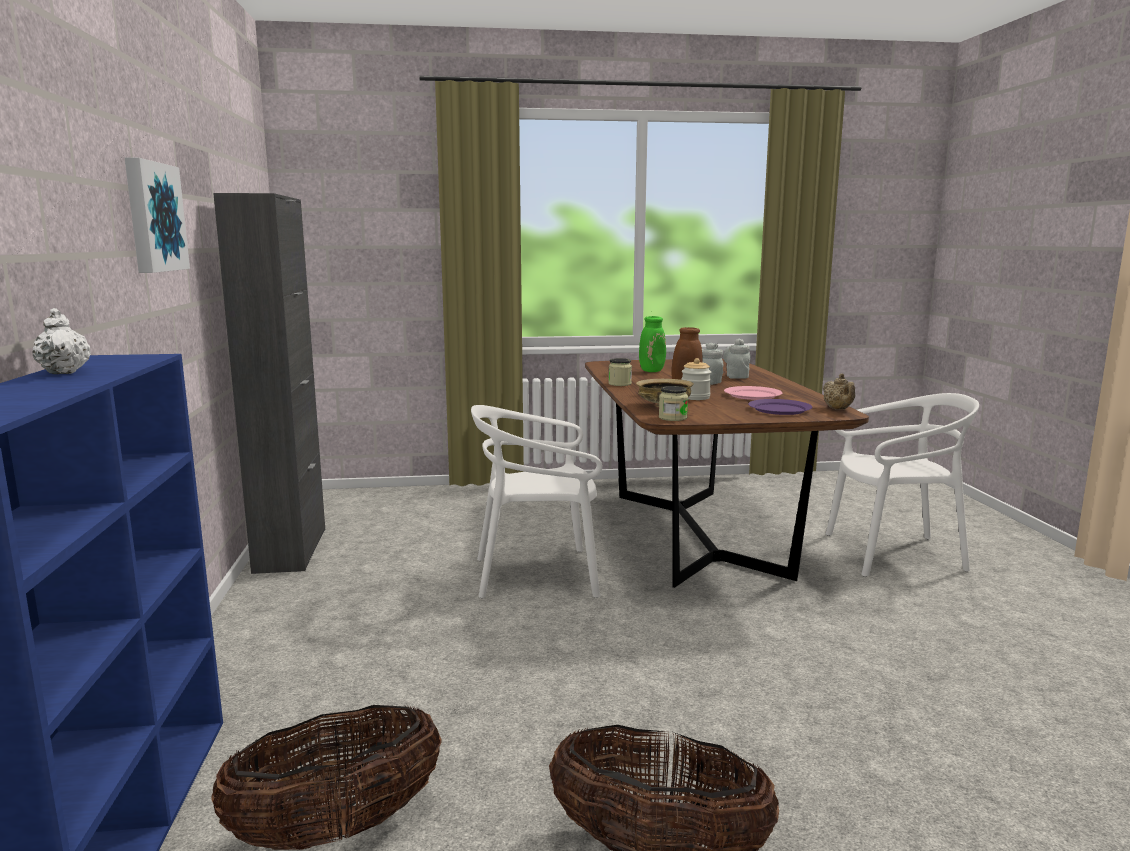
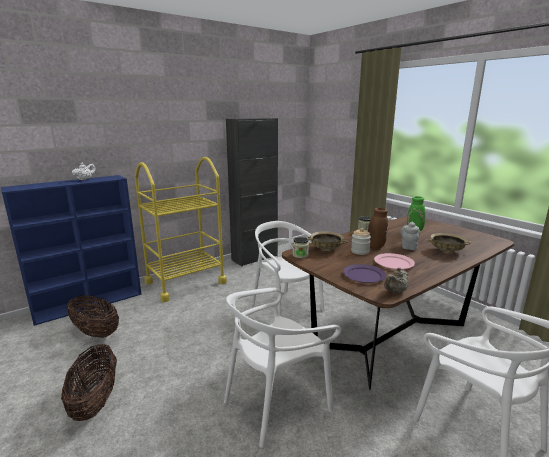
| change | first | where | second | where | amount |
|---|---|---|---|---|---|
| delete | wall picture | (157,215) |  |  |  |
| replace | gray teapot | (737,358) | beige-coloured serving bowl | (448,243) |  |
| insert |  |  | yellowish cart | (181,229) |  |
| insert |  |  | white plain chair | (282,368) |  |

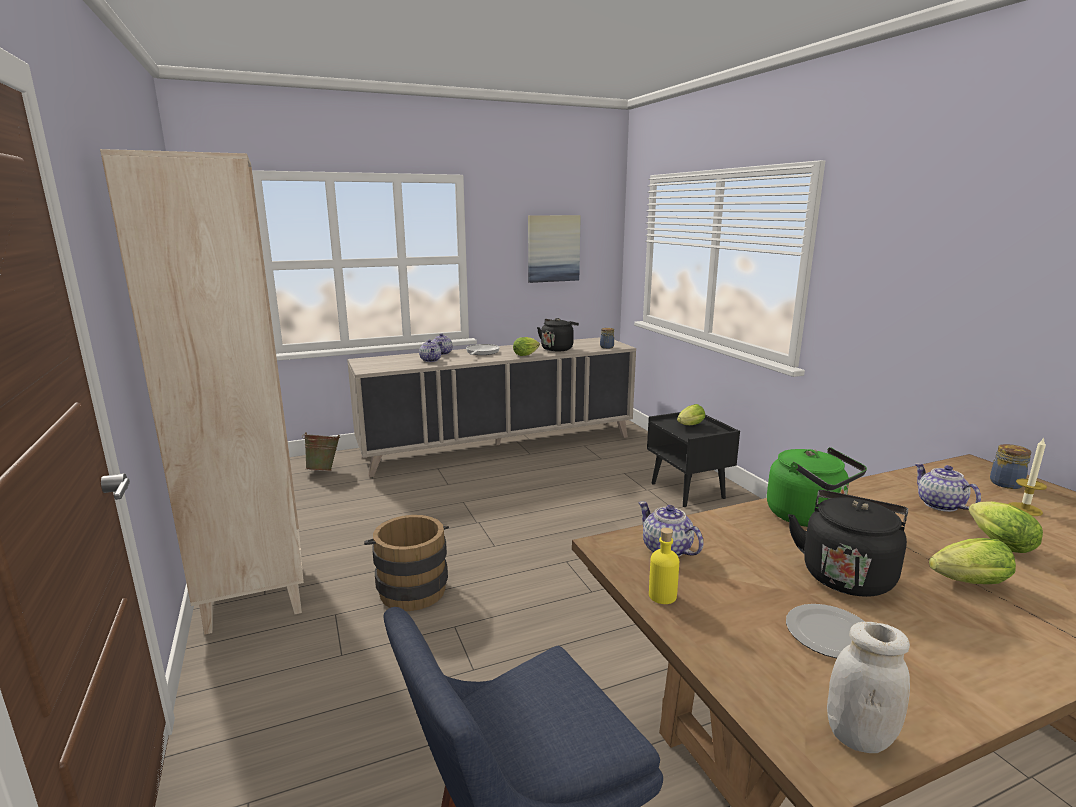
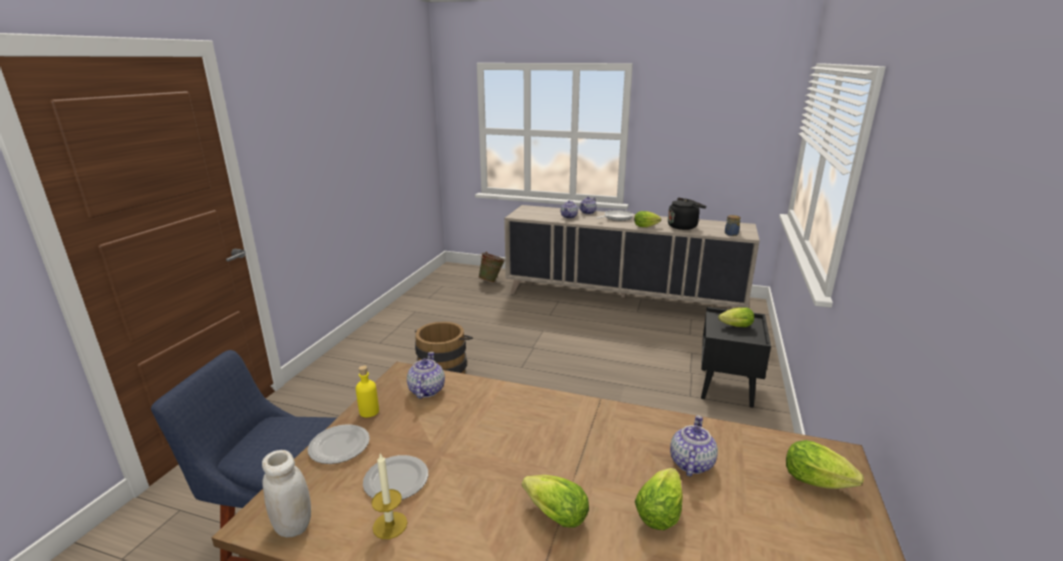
| change | first | where | second | where | amount |
|---|---|---|---|---|---|
| delete | beige-coloured shelving unit | (202,392) |  |  |  |
| delete | wall picture | (554,249) |  |  |  |
| move | candle | (1027,476) |  | (389,495) |  |
| replace | preserve jar | (1010,466) | lettuce head | (825,464) |  |
| delete | greenish tea kettle | (817,487) |  |  |  |
| delete | black-coloured tea kettle | (848,543) |  |  |  |
| insert |  |  | flat dish | (339,444) |  |

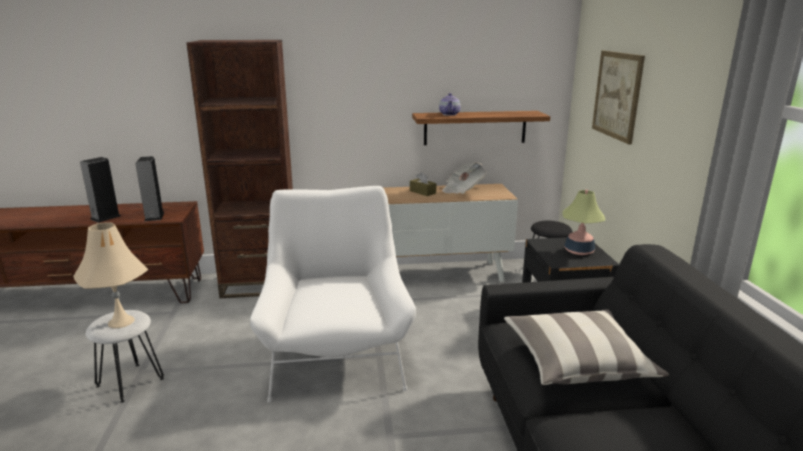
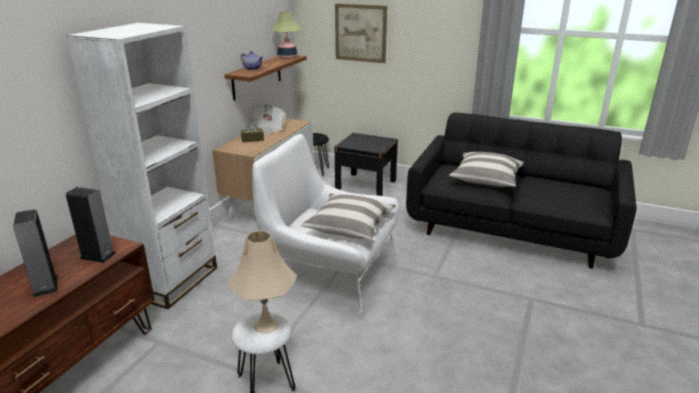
| change | first | where | second | where | amount |
|---|---|---|---|---|---|
| recolor | brownish shelving unit | (239,169) | white shelving unit | (142,166) |  |
| move | lamp for a table | (584,222) |  | (286,34) |  |
| insert |  |  | throw pillow | (348,217) |  |

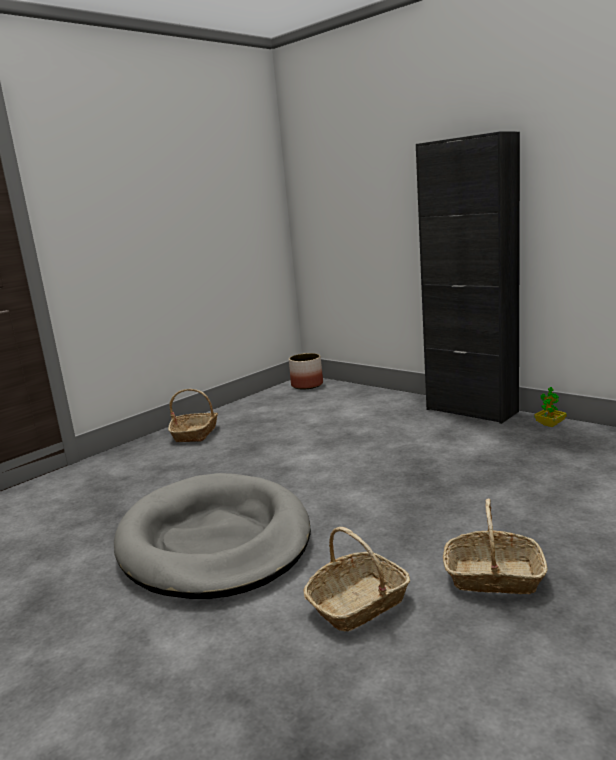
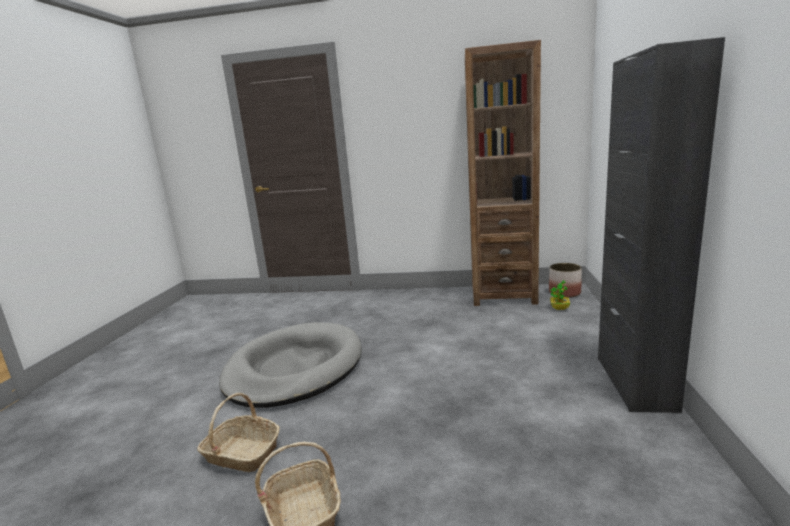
| change | first | where | second | where | amount |
|---|---|---|---|---|---|
| move | plant in a pot | (550,407) |  | (560,295) |  |
| delete | basket | (193,415) |  |  |  |
| insert |  |  | brownish shelving unit | (503,173) |  |

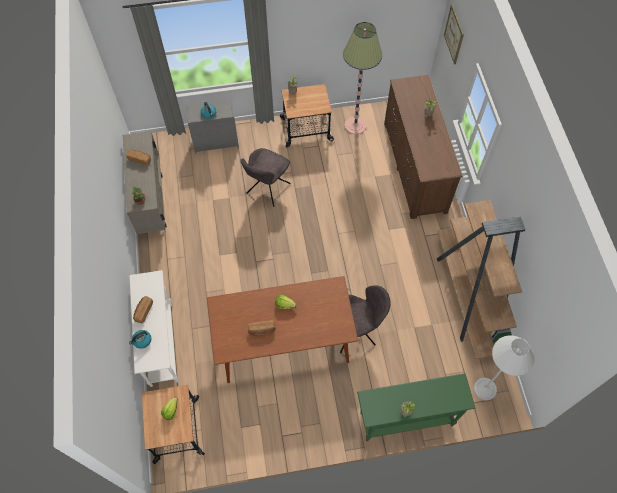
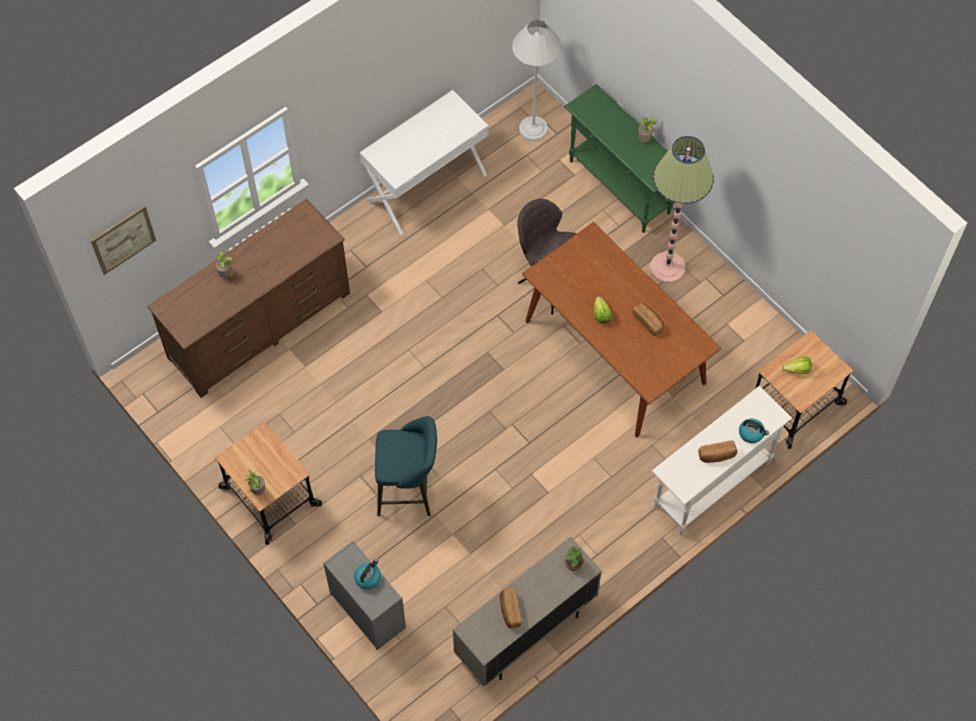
| change | first | where | second | where | amount |
|---|---|---|---|---|---|
| move | floor lamp | (362,78) |  | (682,209) |  |
| replace | gray plain chair | (266,177) | turquoise-coloured stool seat | (406,466) |  |
| replace | brownish shelving unit | (481,279) | white desk | (424,163) |  |

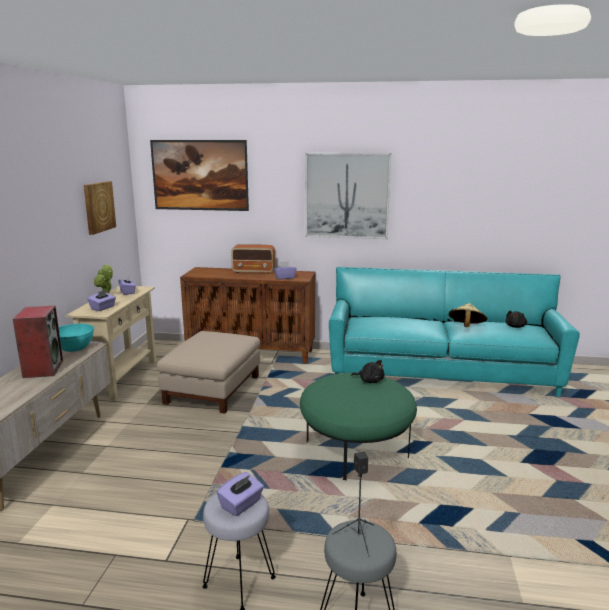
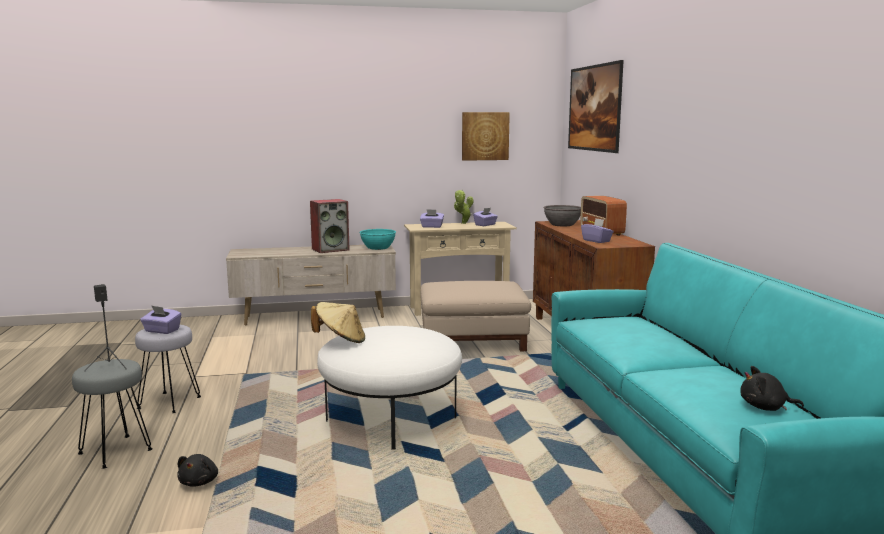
| change | first | where | second | where | amount |
|---|---|---|---|---|---|
| delete | wall picture | (348,196) |  |  |  |
| move | beige-coloured clothing hat | (468,315) |  | (338,322) |  |
| move | black-coloured plush toy | (367,371) |  | (197,470) |  |
| recolor | greenish ottoman | (358,426) | white ottoman | (389,388) |  |
| insert |  |  | gray serving bowl | (562,215) |  |

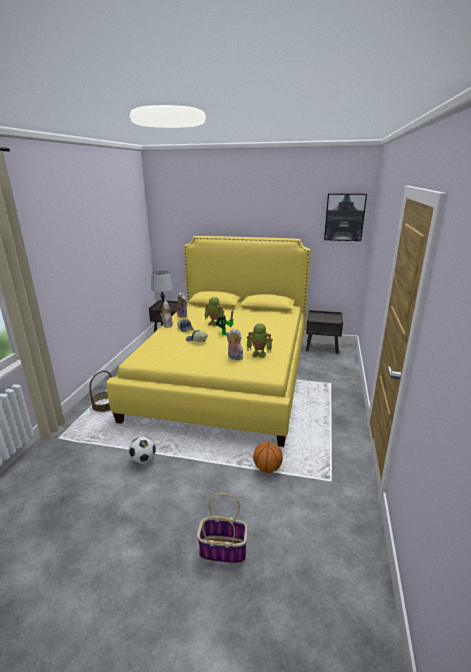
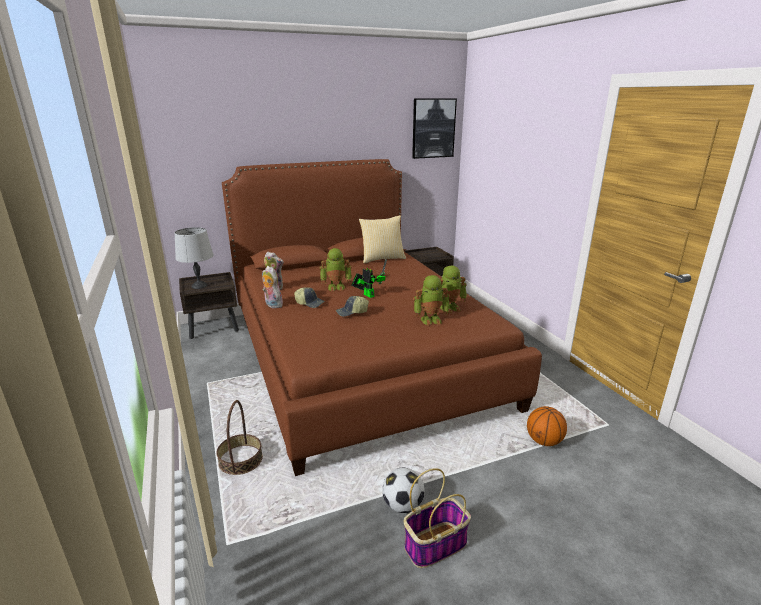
| change | first | where | second | where | amount |
|---|---|---|---|---|---|
| recolor | yellowish sleeping bed | (208,341) | brownish sleeping bed | (382,317) |  |
| replace | plush toy | (234,344) | toy robot | (431,300) |  |
| move | basket | (222,528) |  | (437,518) |  |
| insert |  |  | throw pillow | (382,239) |  |

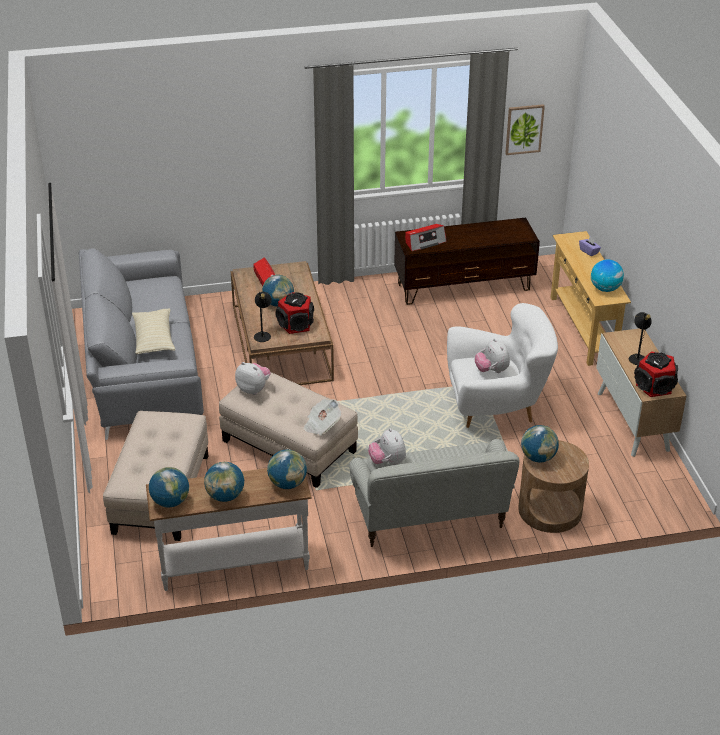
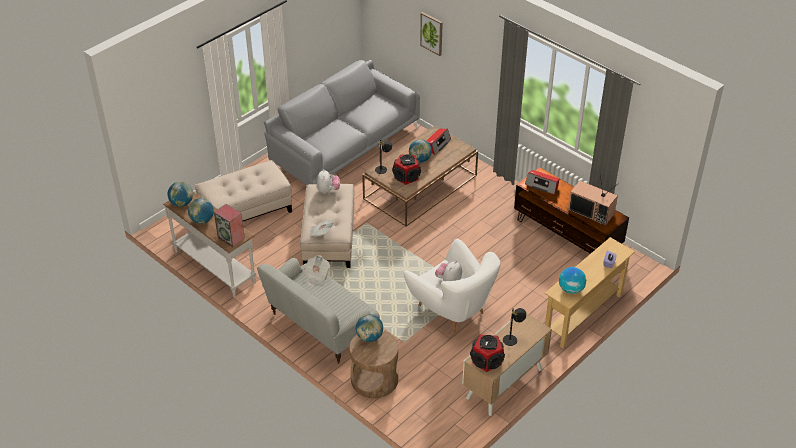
| change | first | where | second | where | amount |
|---|---|---|---|---|---|
| move | wall picture | (525,129) |  | (431,34) |  |
| delete | beige-coloured throw pillow | (153,331) |  |  |  |
| replace | plush toy | (387,446) | daily paper | (317,270) |  |
| replace | desk globe | (287,469) | speaker | (229,225) |  |
| insert |  |  | television | (593,200) |  |

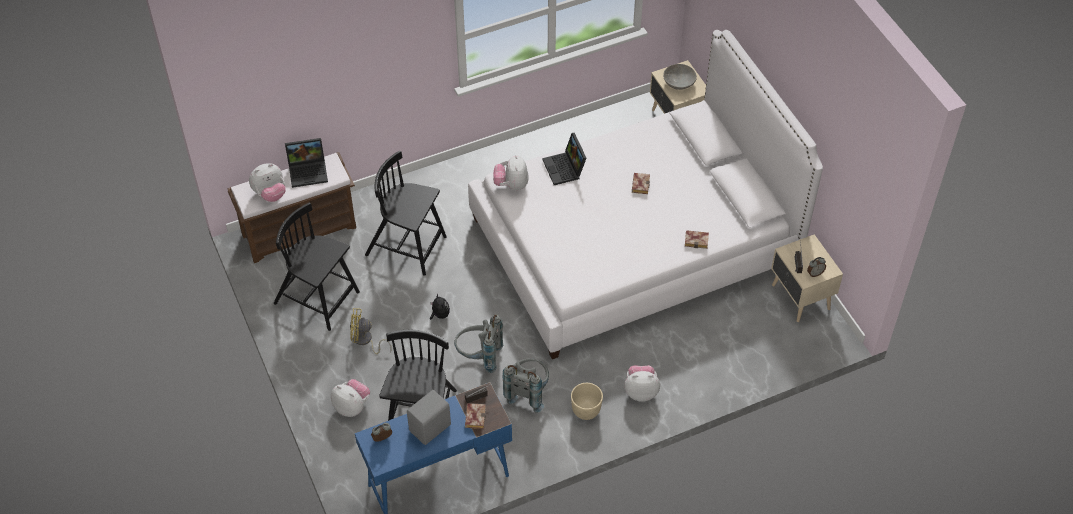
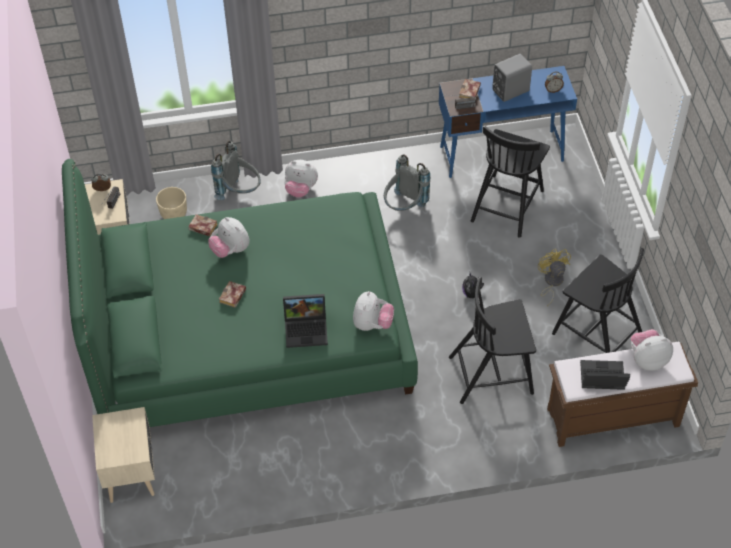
| change | first | where | second | where | amount |
|---|---|---|---|---|---|
| recolor | white sleeping bed | (645,194) | greenish sleeping bed | (240,293) |  |
| delete | gray serving bowl | (680,77) |  |  |  |
| rotate | laptop | (564,159) |  | (305,321) | 90 degrees clockwise |
| rotate | black-coloured plain chair | (406,213) |  | (492,340) | 135 degrees clockwise |
| rotate | yellowish fan | (371,331) |  | (554,277) | 120 degrees counterclockwise |
| move | gray knapsack | (478,343) |  | (236,170) |  |
| move | plush toy | (350,398) |  | (229,237) |  |
| move | beige-coloured flower pot | (587,401) |  | (171,203) |  |

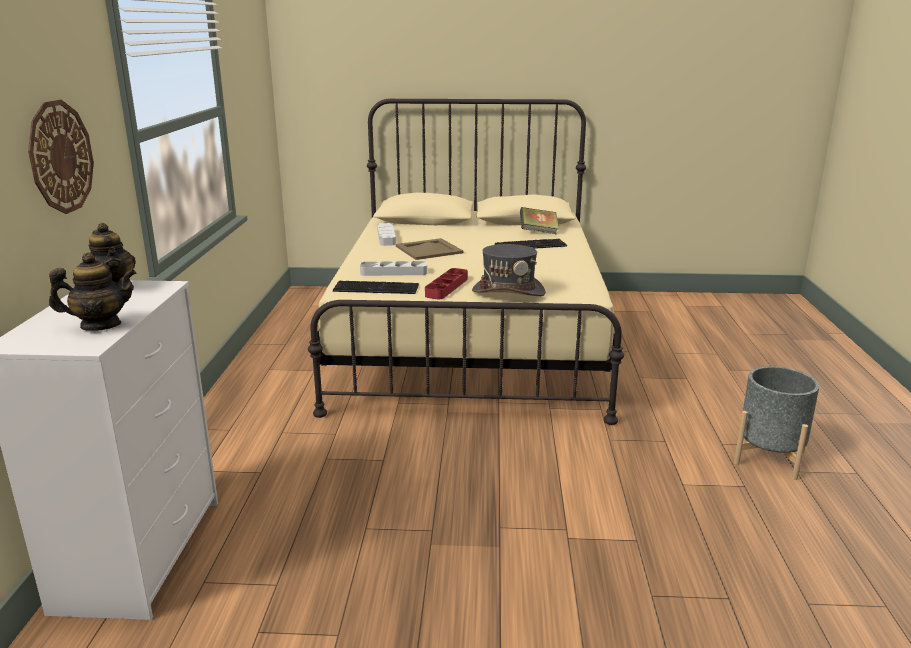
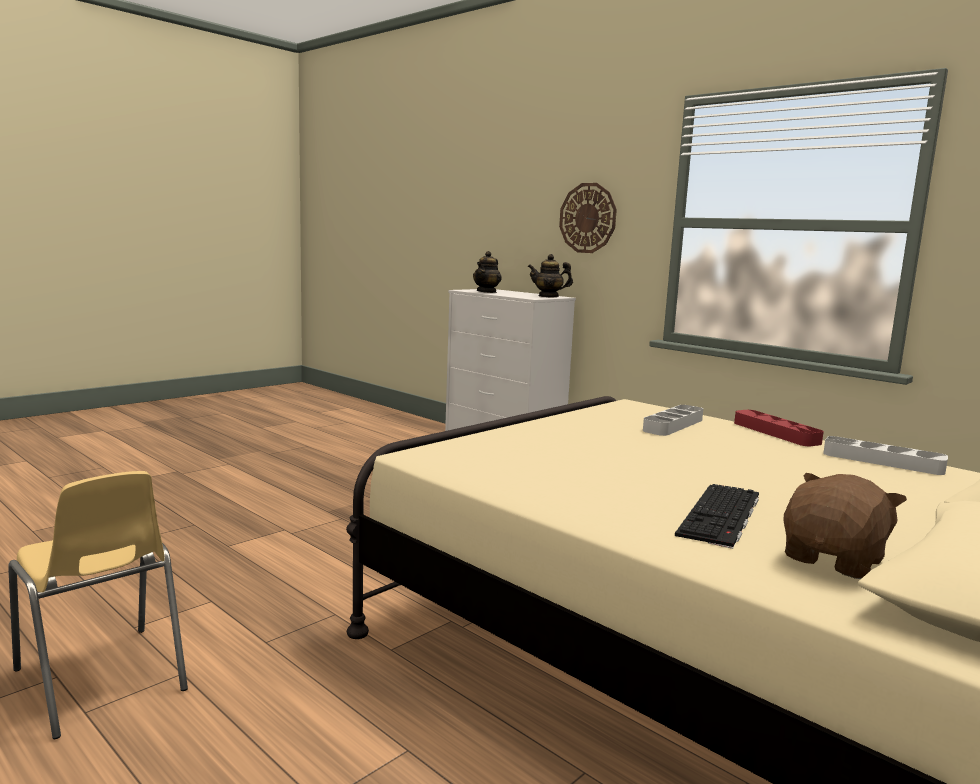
| change | first | where | second | where | amount |
|---|---|---|---|---|---|
| replace | bound book | (539,221) | brownish plush toy | (845,526) |  |
| delete | beige-coloured carrying tray | (429,249) |  |  |  |
| delete | gray clothing hat | (509,270) |  |  |  |
| move | red carrying tray | (446,283) |  | (779,428) |  |
| delete | PC keyboard | (376,287) |  |  |  |
| replace | gray flower pot | (776,423) | yellowish plain chair | (98,605) |  |

